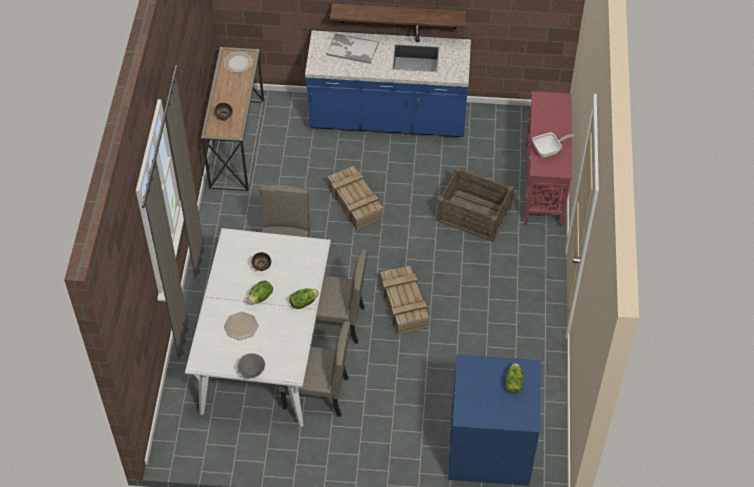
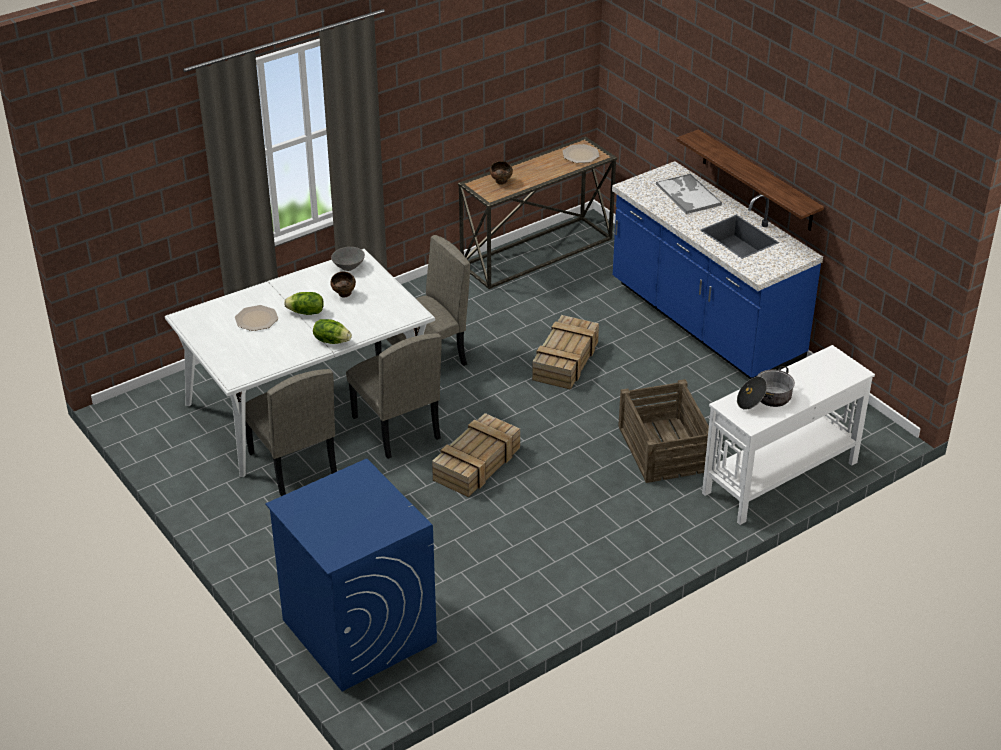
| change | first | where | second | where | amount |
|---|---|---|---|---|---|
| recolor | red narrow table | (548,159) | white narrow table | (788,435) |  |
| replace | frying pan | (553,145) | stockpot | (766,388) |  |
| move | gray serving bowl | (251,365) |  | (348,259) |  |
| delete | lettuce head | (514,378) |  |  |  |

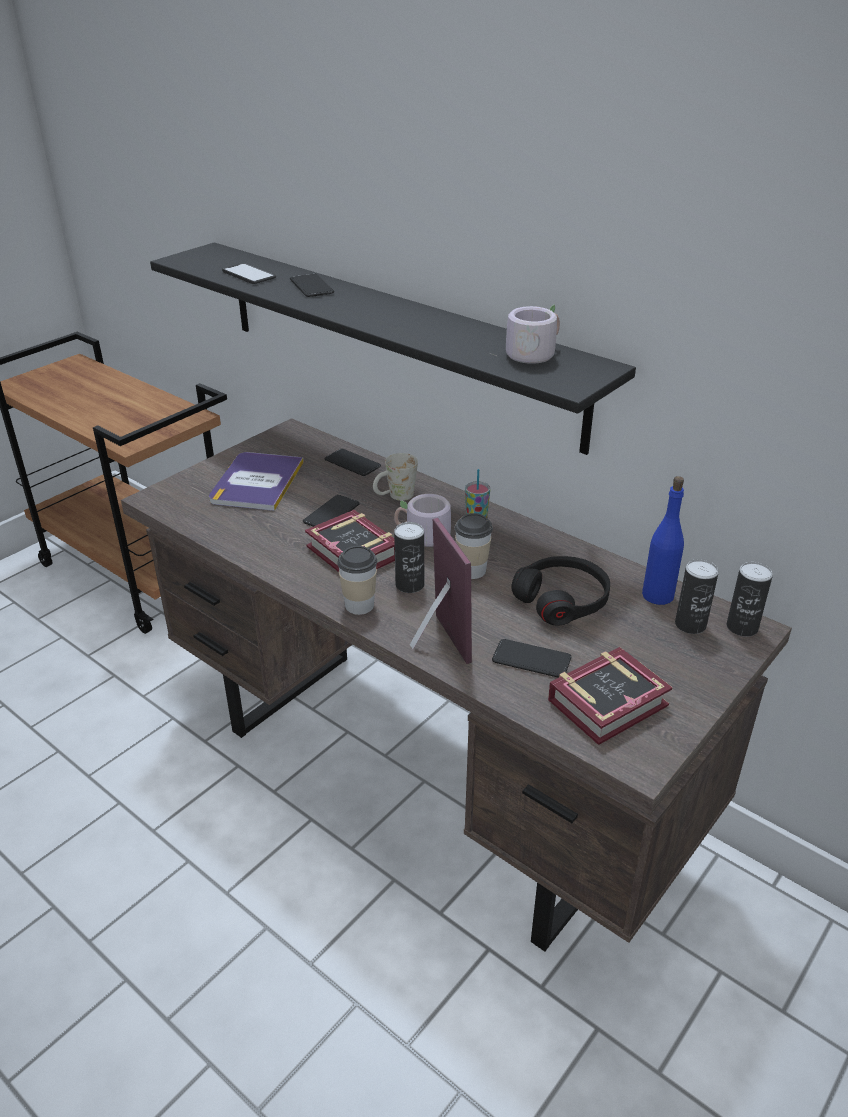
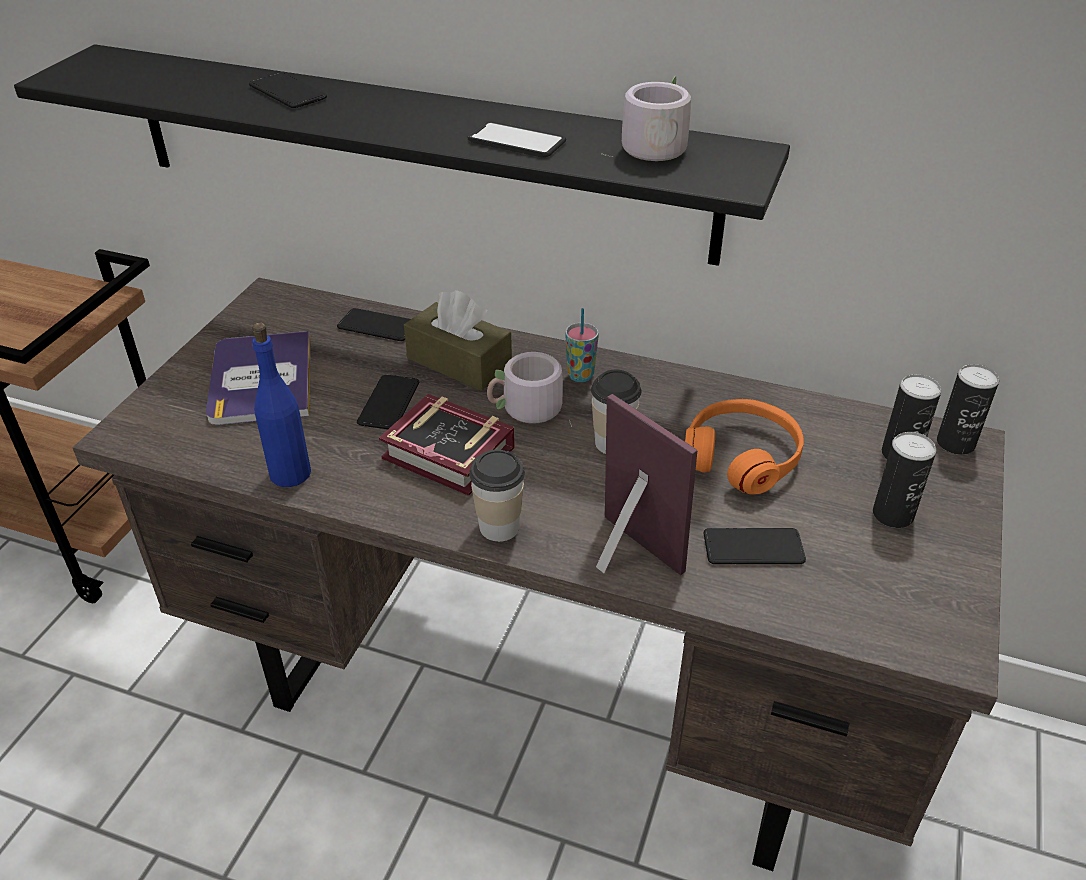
| change | first | where | second | where | amount |
|---|---|---|---|---|---|
| move | handset | (249,273) |  | (516,139) |  |
| replace | white coffee mug | (395,477) | brownish tissue holder | (458,340) |  |
| move | blue beverage bottle | (663,540) |  | (281,405) |  |
| move | metal can | (409,557) |  | (904,480) |  |
| recolor | black-coloured pair of headphones | (560,590) | orange pair of headphones | (744,447) |  |
| delete | bound book | (610,696) |  |  |  |

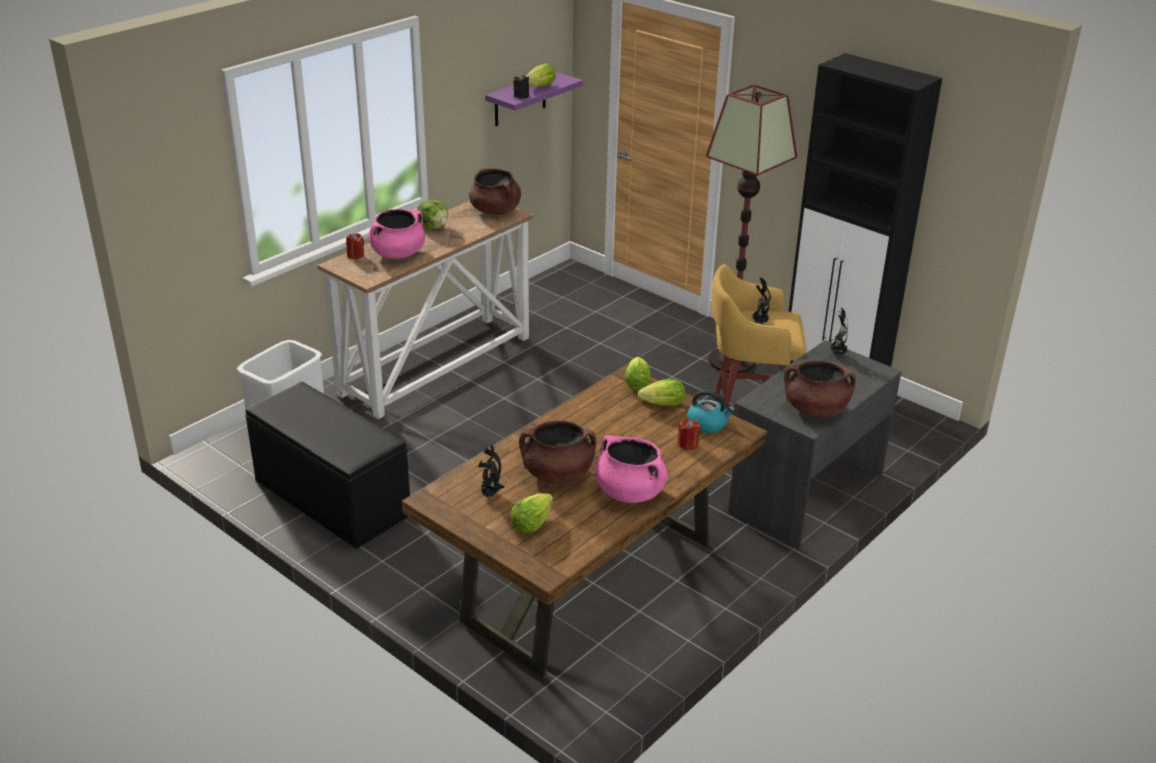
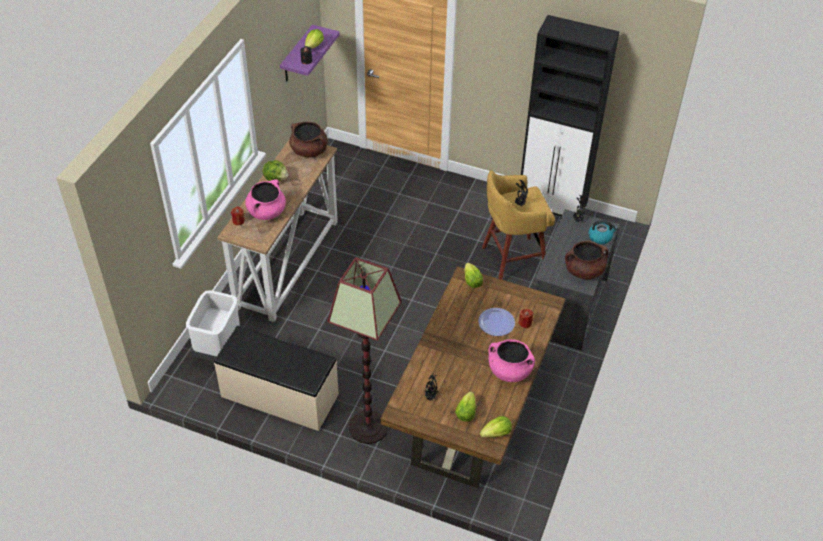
| change | first | where | second | where | amount |
|---|---|---|---|---|---|
| move | floor lamp | (751,228) |  | (364,350) |  |
| move | lettuce head | (661,392) |  | (496,427) |  |
| recolor | black-coloured long seat | (327,465) | beige-coloured long seat | (276,378) |  |
| move | tea kettle | (711,411) |  | (603,232) |  |
| delete | brownish stockpot | (557,452) |  |  |  |
| insert |  |  | flat dish | (496,322) |  |

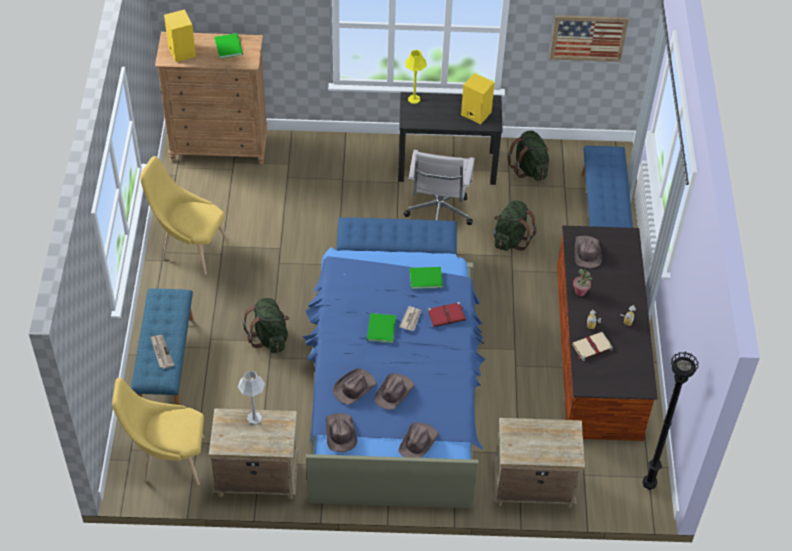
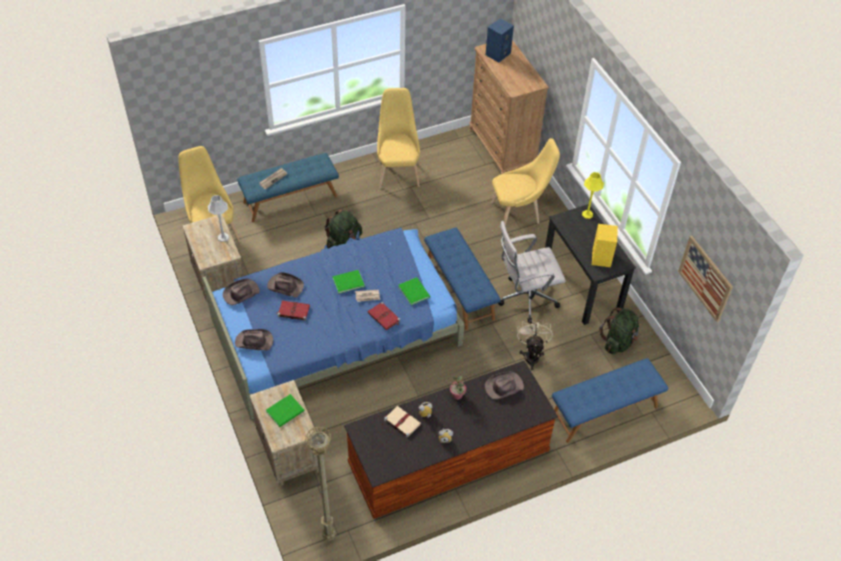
| change | first | where | second | where | amount |
|---|---|---|---|---|---|
| recolor | yellowish speaker | (180,35) | blue speaker | (500,40) |  |
| move | greenish bound book | (228,46) |  | (285,410) |  |
| replace | greenish knapsack | (515,225) | beige-coloured fan | (535,344) |  |
| recolor | black-coloured floor lamp | (670,421) | beige-coloured floor lamp | (320,483) |  |
| replace | brownish clothing hat | (394,391) | red bound book | (293,310) |  |
| insert |  |  | yellowish plain chair | (525,182) |  |

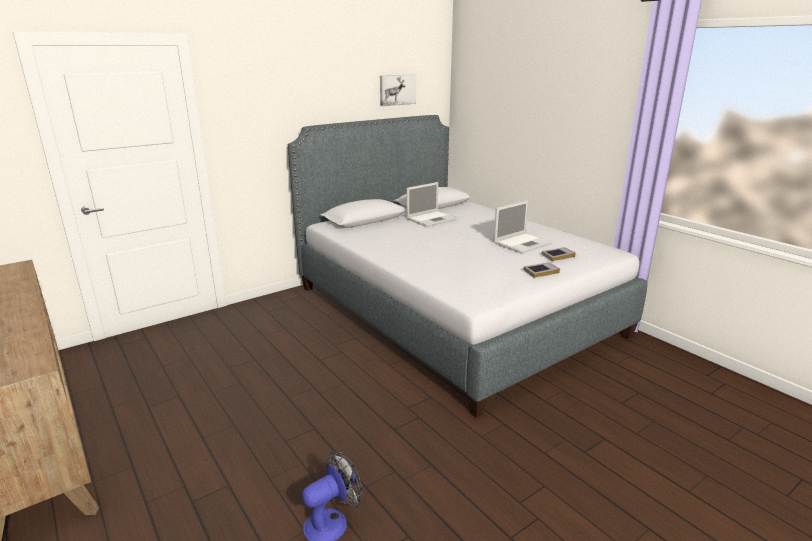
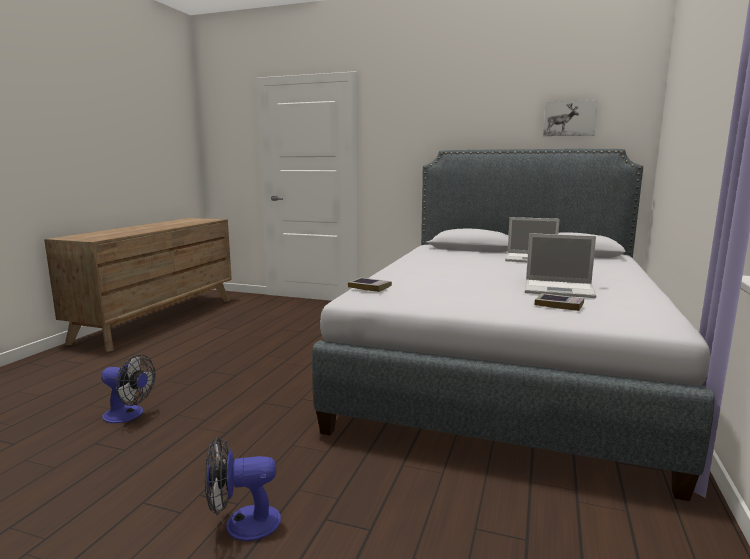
| change | first | where | second | where | amount |
|---|---|---|---|---|---|
| move | bound book | (541,270) |  | (370,284) |  |
| insert |  |  | fan | (243,489) |  |

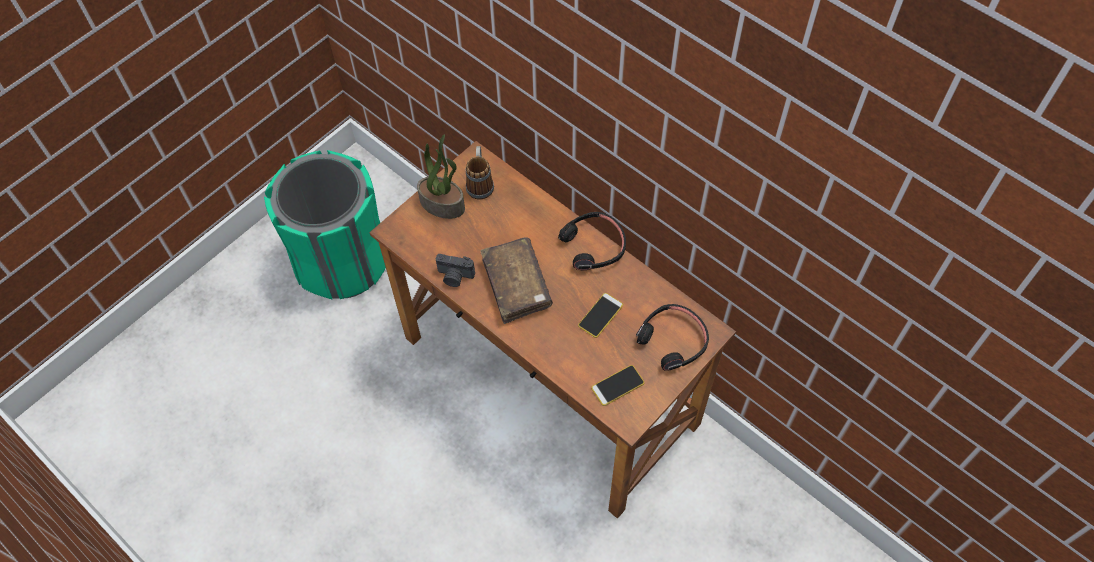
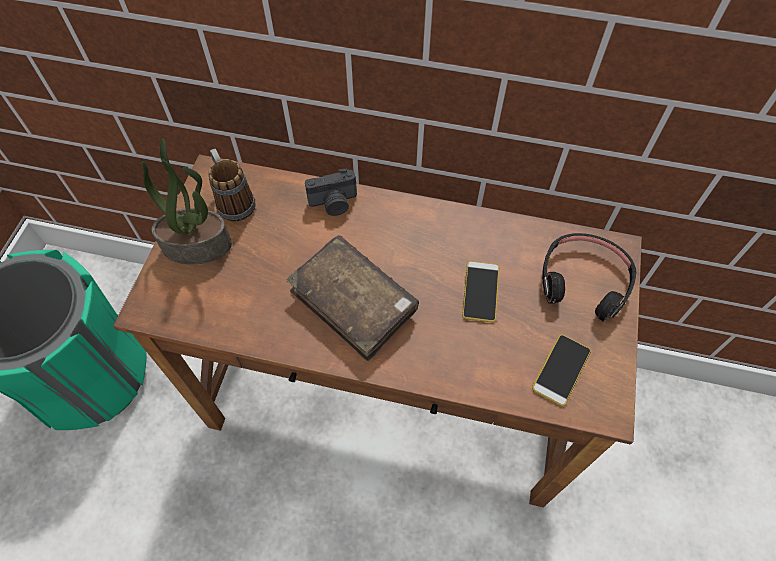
| change | first | where | second | where | amount |
|---|---|---|---|---|---|
| delete | black-coloured pair of headphones | (592,241) |  |  |  |
| move | still camera | (455,270) |  | (331,192) |  |

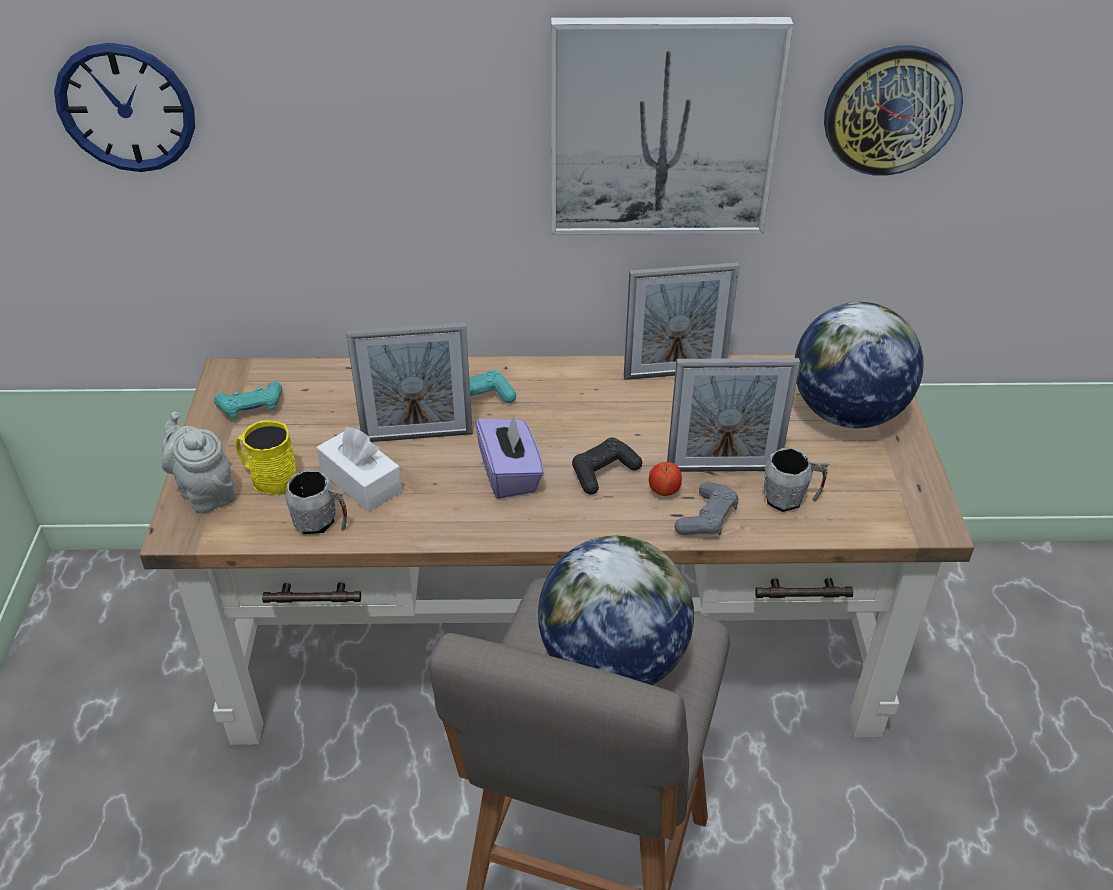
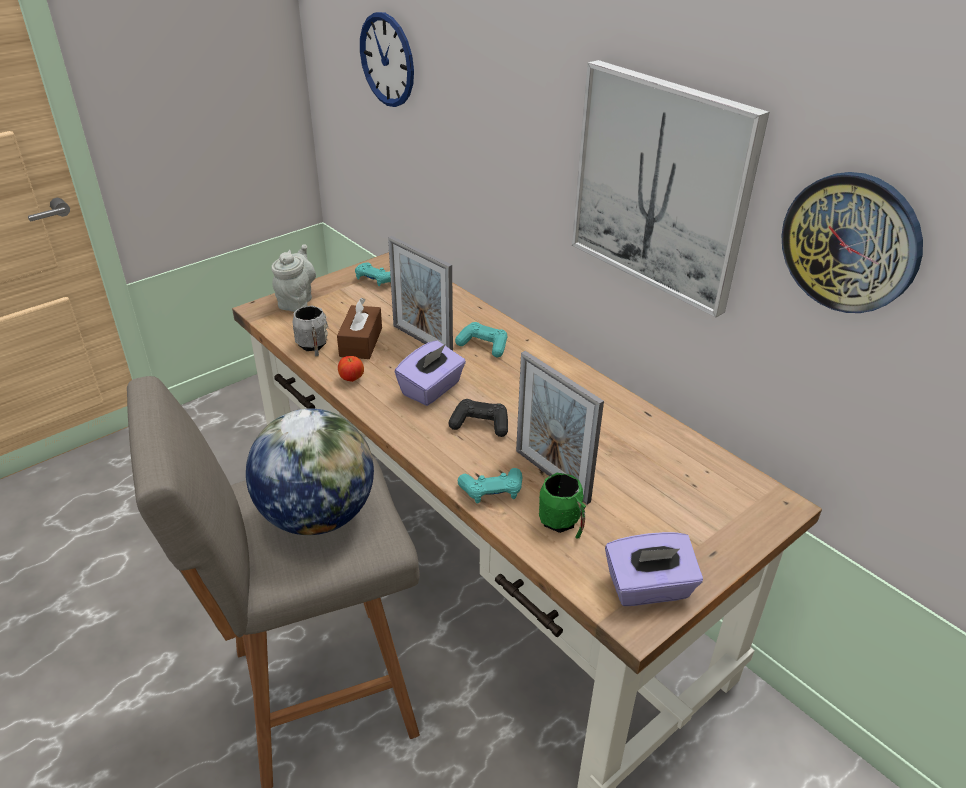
| change | first | where | second | where | amount |
|---|---|---|---|---|---|
| delete | photo frame | (681,321) |  |  |  |
| delete | desk globe | (859,365) |  |  |  |
| delete | yellowish coffee mug | (266,457) |  |  |  |
| recolor | white tissue holder | (359,469) | brownish tissue holder | (359,328) |  |
| recolor | gray coffee mug | (796,480) | greenish coffee mug | (562,506) |  |
| move | apple | (665,479) |  | (351,369) |  |
| recolor | gray game controller | (707,509) | turquoise-coloured game controller | (490,486) |  |
| insert |  |  | purple-coloured tissue holder | (654,569) |  |

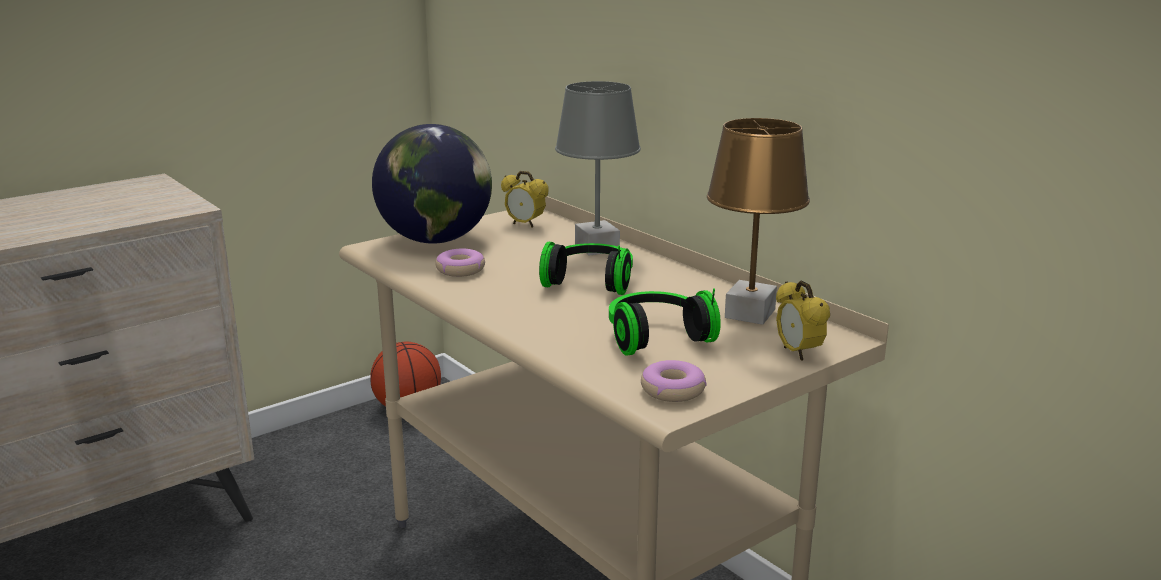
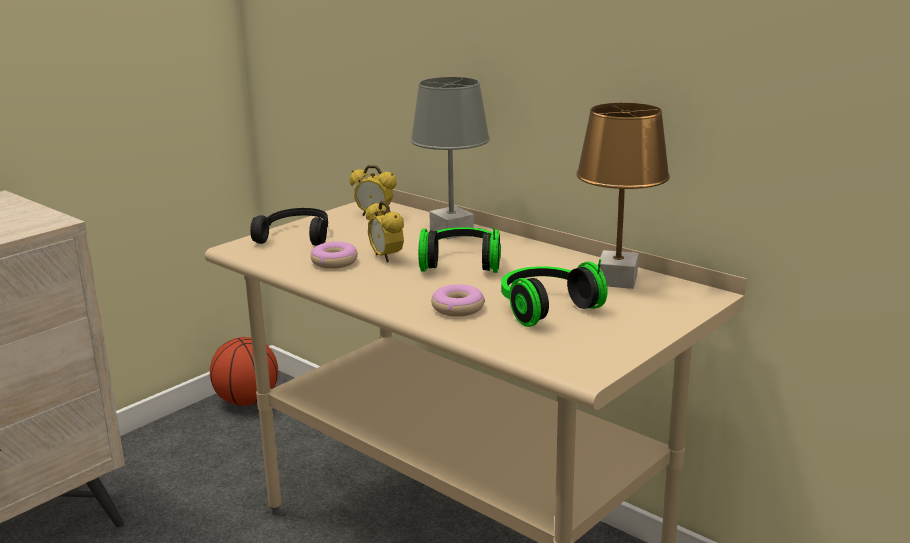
| change | first | where | second | where | amount |
|---|---|---|---|---|---|
| replace | desk globe | (432,184) | black-coloured pair of headphones | (289,227) |  |
| move | table clock | (803,321) |  | (385,231) |  |
| move | donut | (674,381) |  | (458,300) |  |

